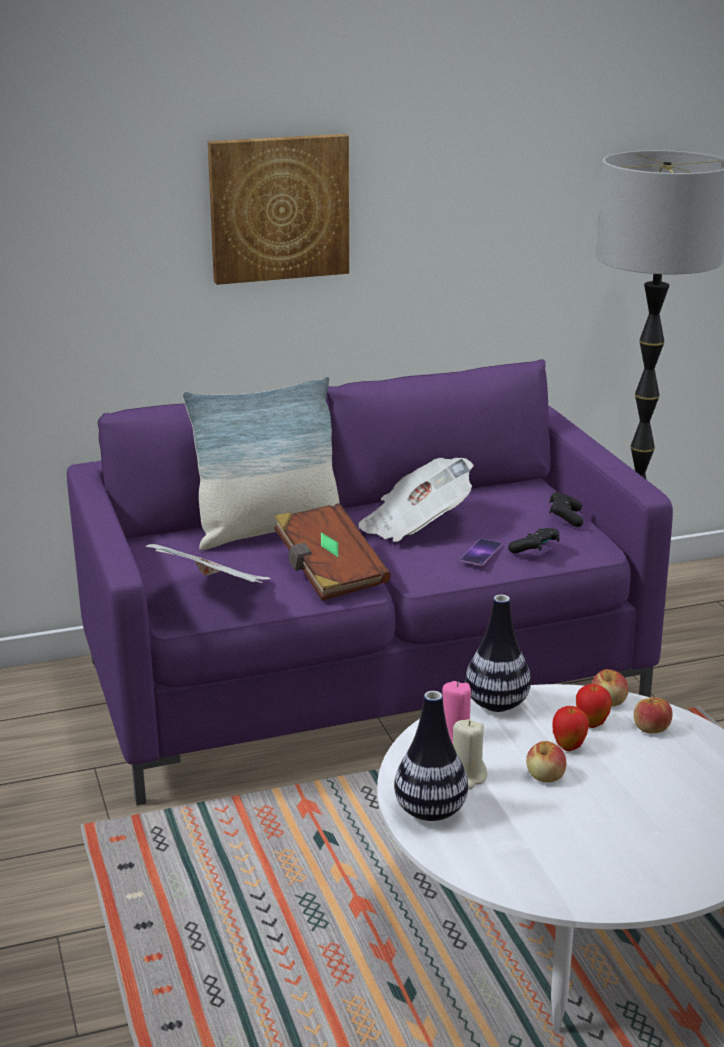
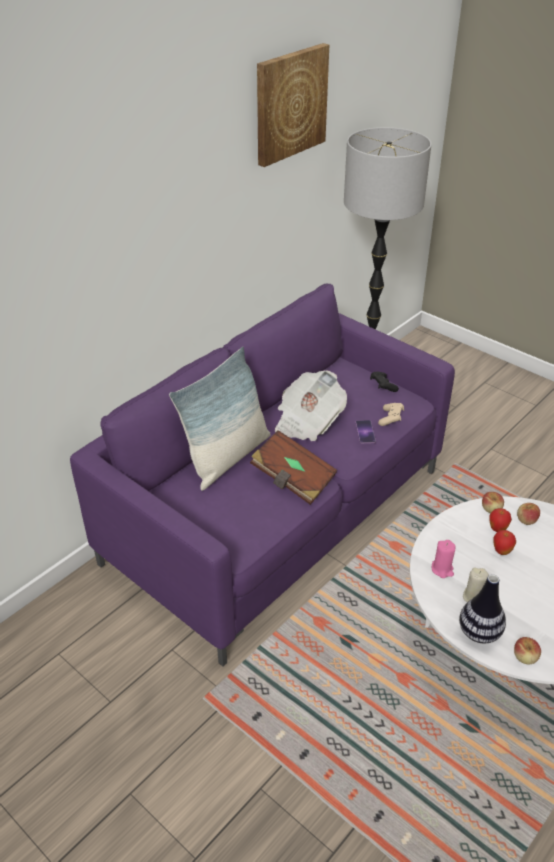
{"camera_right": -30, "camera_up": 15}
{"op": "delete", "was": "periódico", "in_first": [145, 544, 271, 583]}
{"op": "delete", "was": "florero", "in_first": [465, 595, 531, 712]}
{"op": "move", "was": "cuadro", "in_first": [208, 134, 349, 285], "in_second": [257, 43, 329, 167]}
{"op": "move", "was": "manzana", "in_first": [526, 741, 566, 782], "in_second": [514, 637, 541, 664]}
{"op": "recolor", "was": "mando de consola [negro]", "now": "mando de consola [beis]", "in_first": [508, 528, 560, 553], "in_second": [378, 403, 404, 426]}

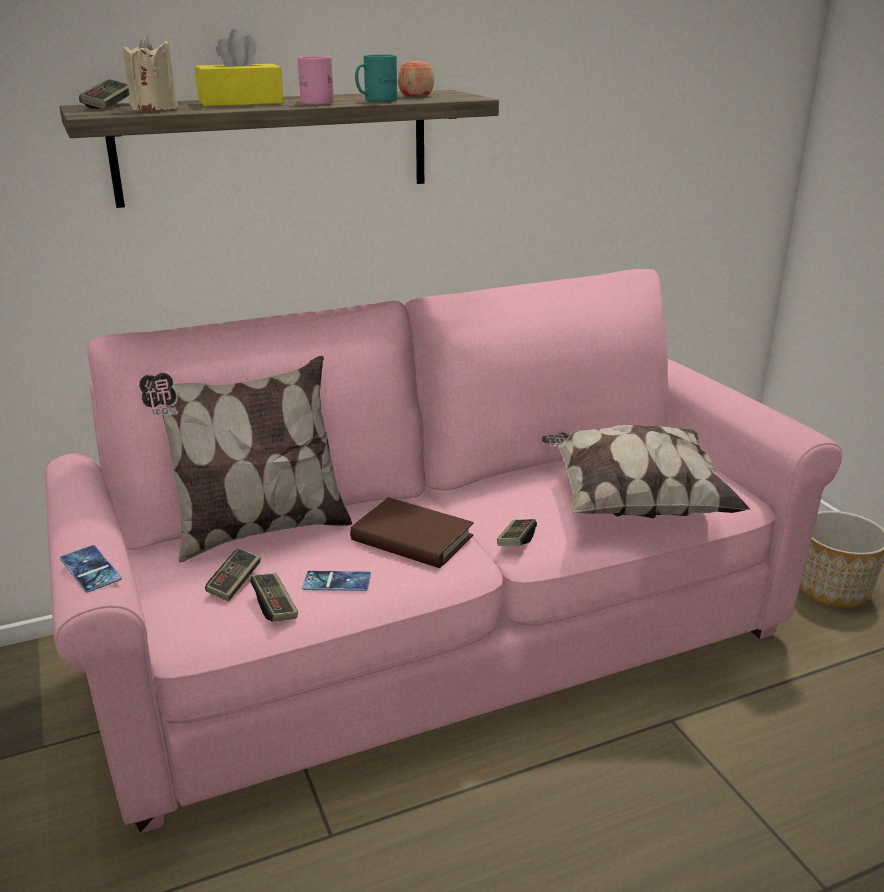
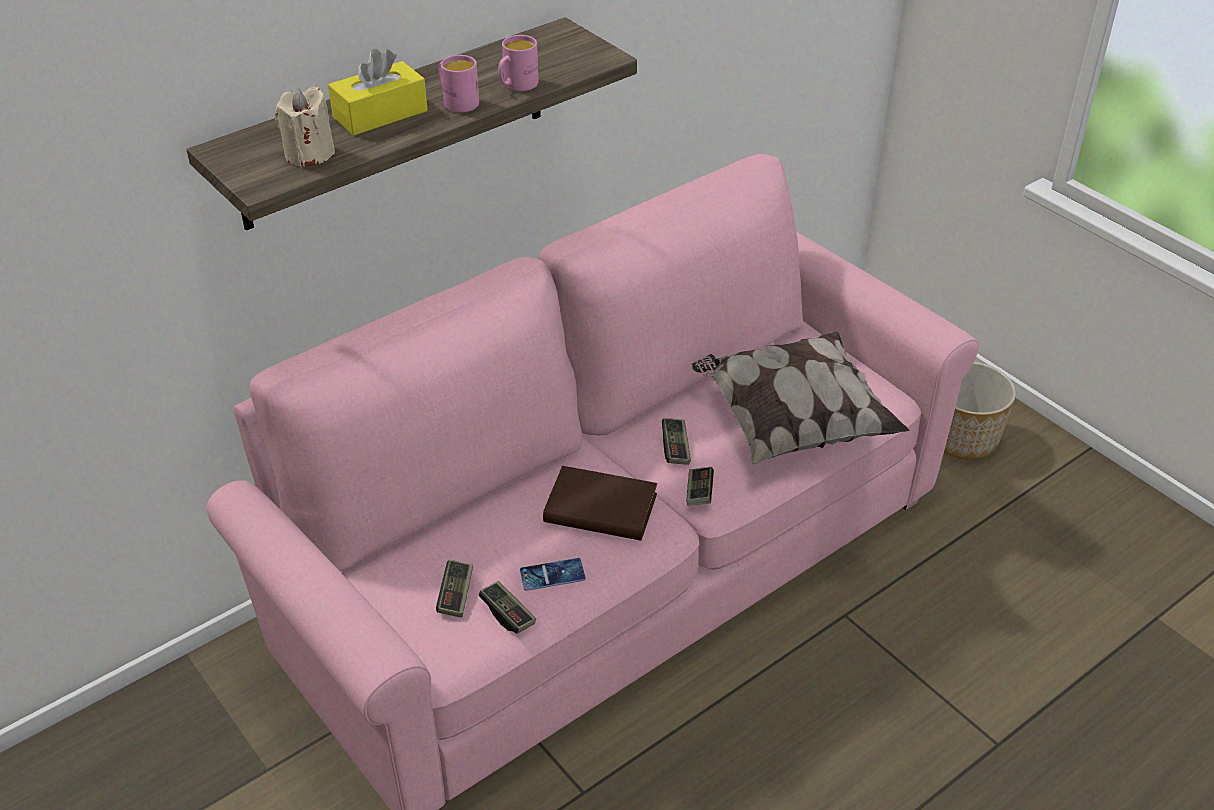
{"camera_right": -15, "camera_up": 15}
{"op": "delete", "was": "móvil", "in_first": [60, 545, 122, 592]}
{"op": "delete", "was": "cojín", "in_first": [139, 356, 352, 563]}
{"op": "delete", "was": "manzana", "in_first": [398, 61, 434, 97]}
{"op": "move", "was": "mando de consola", "in_first": [79, 79, 129, 109], "in_second": [662, 418, 691, 465]}
{"op": "recolor", "was": "taza grande [turquesa]", "now": "taza grande [rosa]", "in_first": [355, 54, 397, 102], "in_second": [498, 35, 539, 91]}

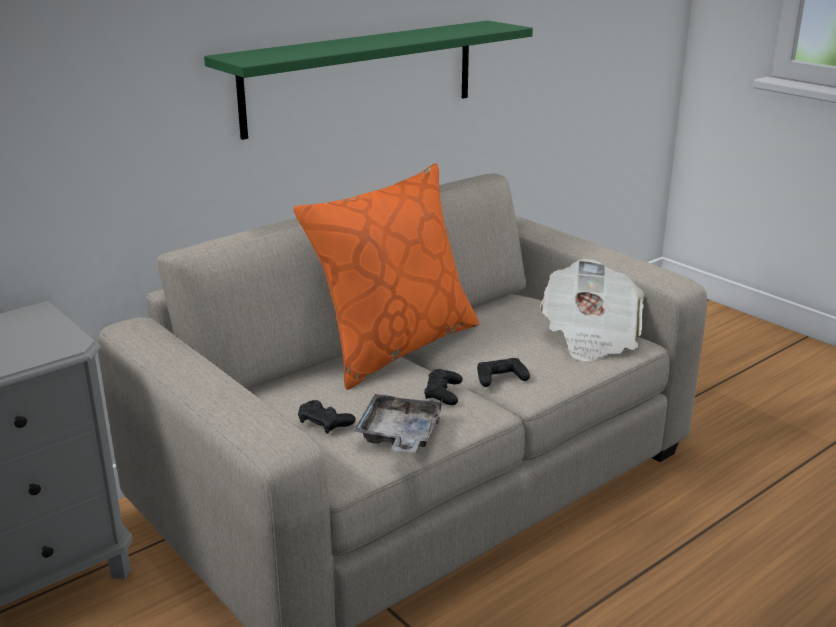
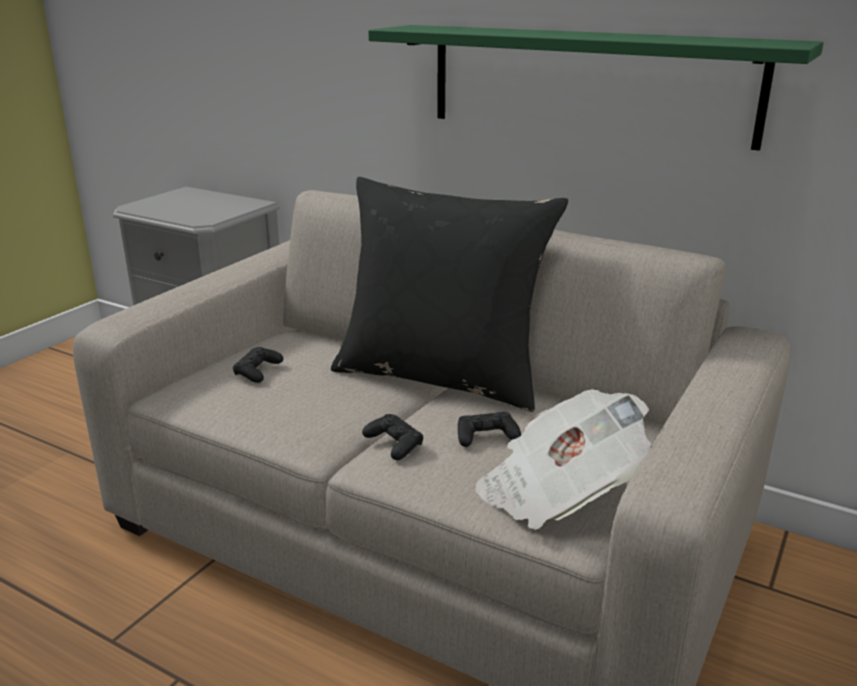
{"camera_right": 70, "camera_up": 0}
{"op": "delete", "was": "bandeja [gris]", "in_first": [354, 394, 444, 453]}
{"op": "move", "was": "mando de consola [negro]", "in_first": [424, 369, 463, 405], "in_second": [458, 412, 521, 447]}
{"op": "recolor", "was": "cojín [naranja]", "now": "cojín [negro]", "in_first": [293, 163, 479, 390], "in_second": [331, 177, 568, 412]}

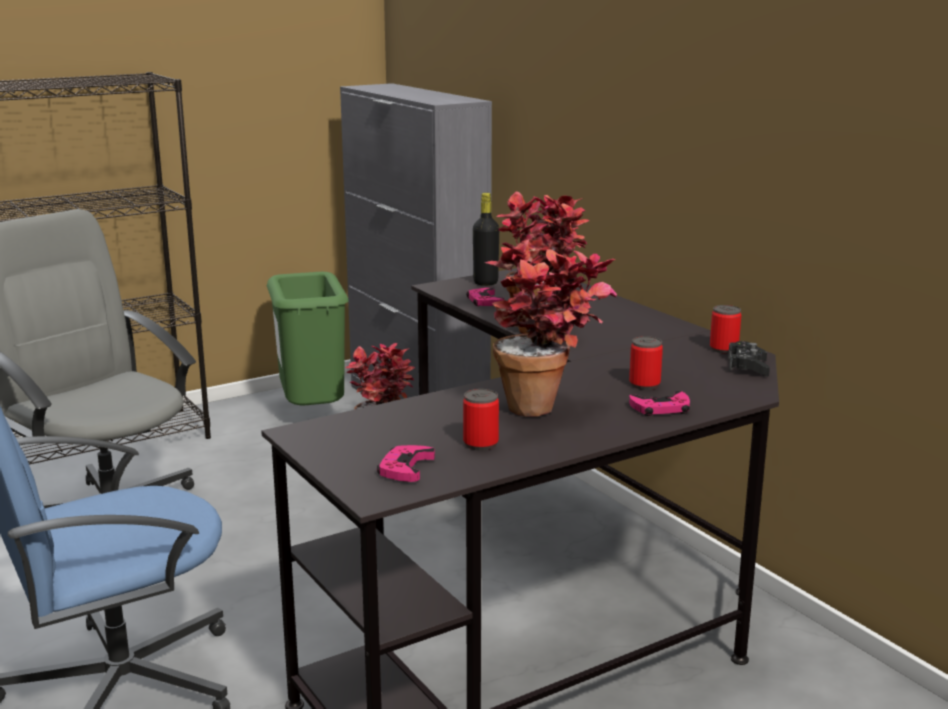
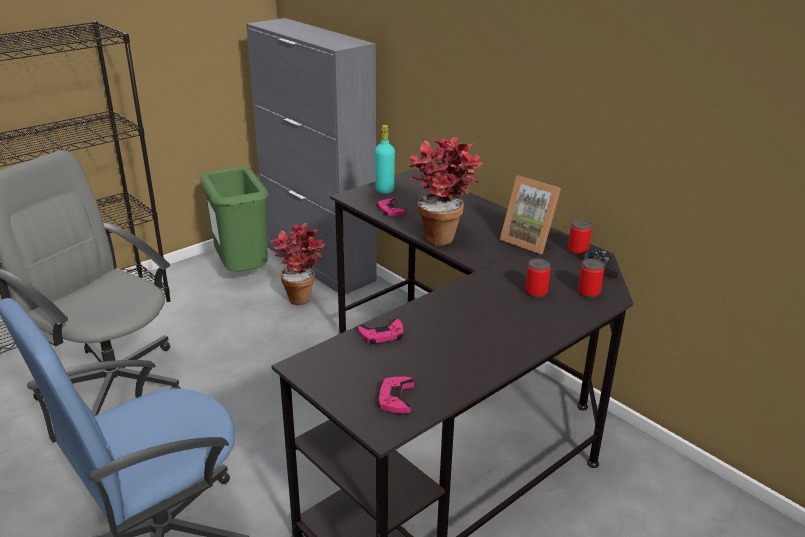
{"camera_right": -10, "camera_up": 10}
{"op": "delete", "was": "planta en maceta", "in_first": [485, 239, 617, 417]}
{"op": "insert", "now": "portarretratos", "in_second": [500, 176, 561, 254]}
{"op": "move", "was": "lata", "in_first": [463, 389, 499, 450], "in_second": [578, 259, 605, 298]}
{"op": "move", "was": "mando de consola [rosa]", "in_first": [629, 391, 690, 416], "in_second": [358, 318, 403, 345]}
{"op": "recolor", "was": "botella [negro]", "now": "botella [turquesa]", "in_first": [473, 193, 499, 286], "in_second": [375, 125, 395, 194]}

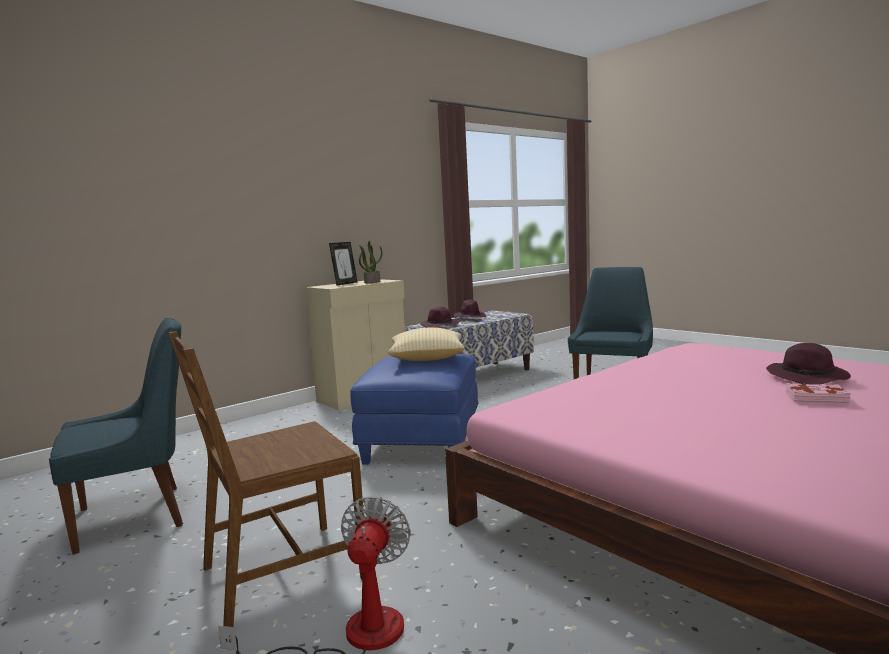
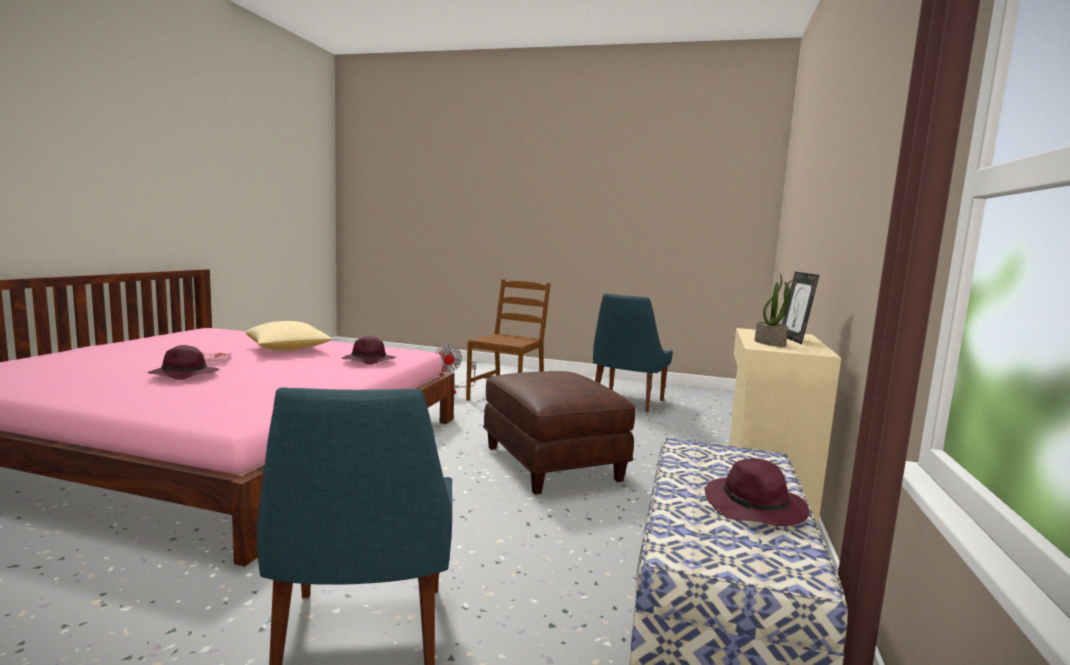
{"camera_right": 145, "camera_up": 0}
{"op": "move", "was": "cojín", "in_first": [388, 328, 465, 361], "in_second": [246, 321, 332, 351]}
{"op": "move", "was": "sombrero [morado]", "in_first": [420, 307, 459, 328], "in_second": [342, 336, 396, 365]}
{"op": "recolor", "was": "puf [azul]", "now": "puf [marrón]", "in_first": [350, 354, 478, 465], "in_second": [483, 371, 636, 495]}

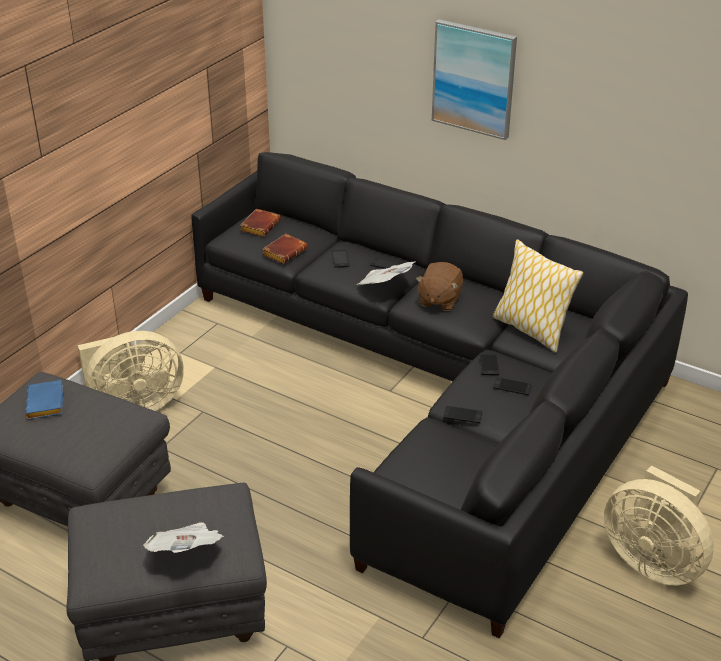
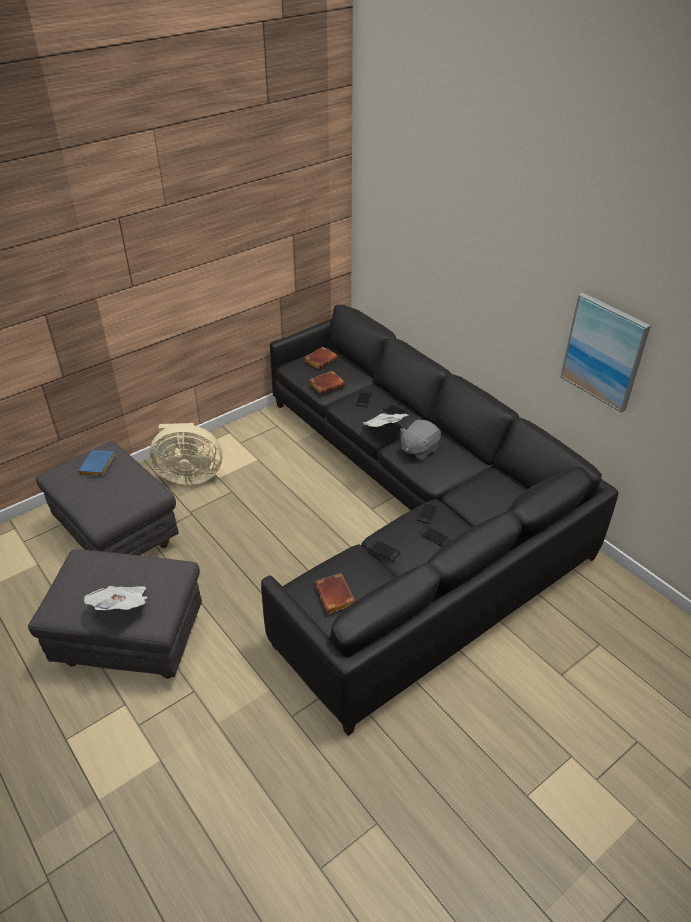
{"camera_right": 20, "camera_up": 5}
{"op": "delete", "was": "cojín", "in_first": [493, 240, 583, 352]}
{"op": "delete", "was": "ventilador [beis]", "in_first": [604, 466, 714, 585]}
{"op": "insert", "now": "libro [marrón]", "in_second": [314, 573, 355, 614]}
{"op": "move", "was": "cuadro", "in_first": [432, 19, 517, 140], "in_second": [561, 293, 651, 413]}
{"op": "recolor", "was": "peluche [marrón]", "now": "peluche [gris]", "in_first": [416, 262, 463, 311], "in_second": [400, 420, 441, 461]}

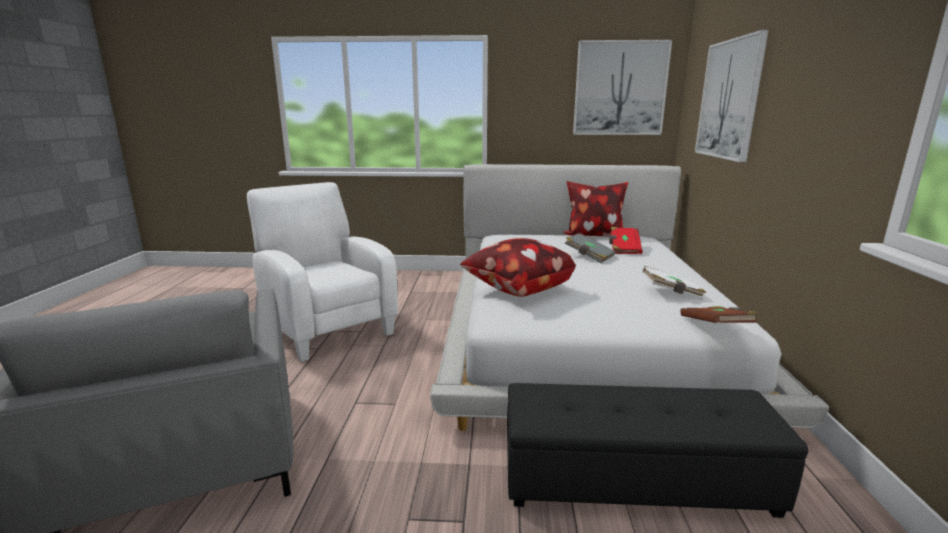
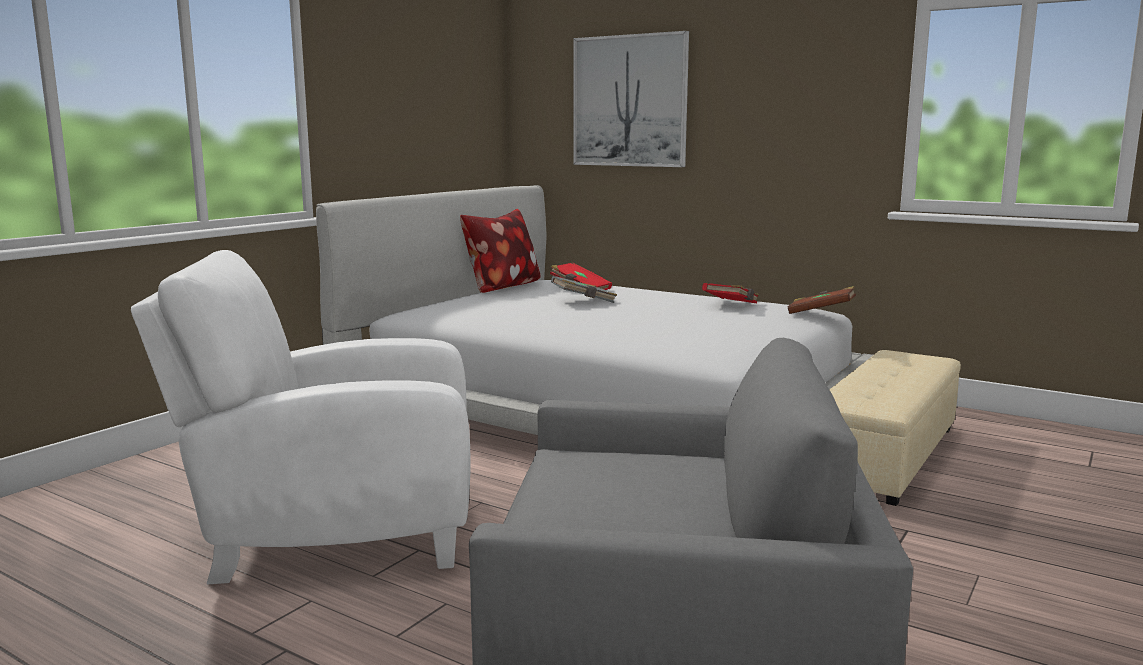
{"camera_right": -60, "camera_up": -5}
{"op": "delete", "was": "cojín", "in_first": [460, 238, 576, 297]}
{"op": "delete", "was": "cuadro", "in_first": [573, 40, 672, 135]}
{"op": "recolor", "was": "puf [negro]", "now": "puf [beis]", "in_first": [507, 383, 809, 518], "in_second": [829, 350, 961, 506]}
{"op": "recolor", "was": "libro [blanco]", "now": "libro [rojo]", "in_first": [641, 266, 706, 299], "in_second": [702, 283, 759, 303]}

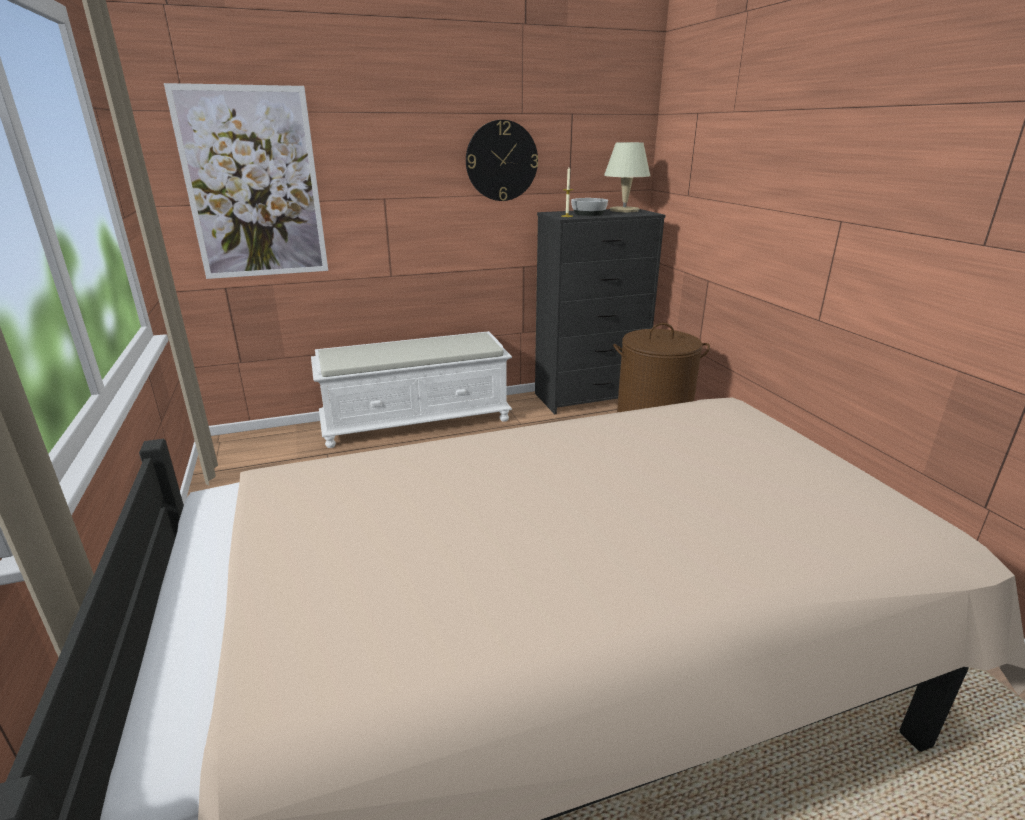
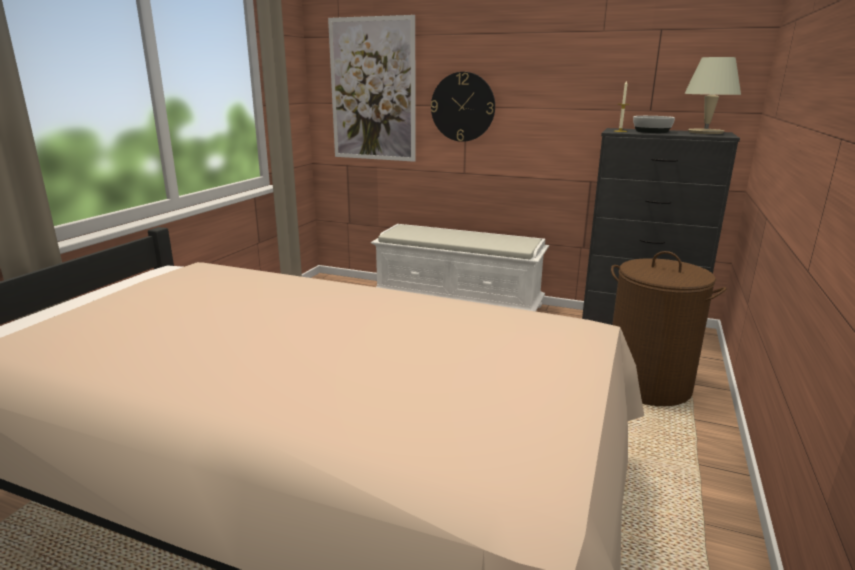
{"camera_right": 40, "camera_up": -5}
{"op": "move", "was": "reloj de pared", "in_first": [466, 120, 538, 201], "in_second": [431, 72, 495, 142]}

